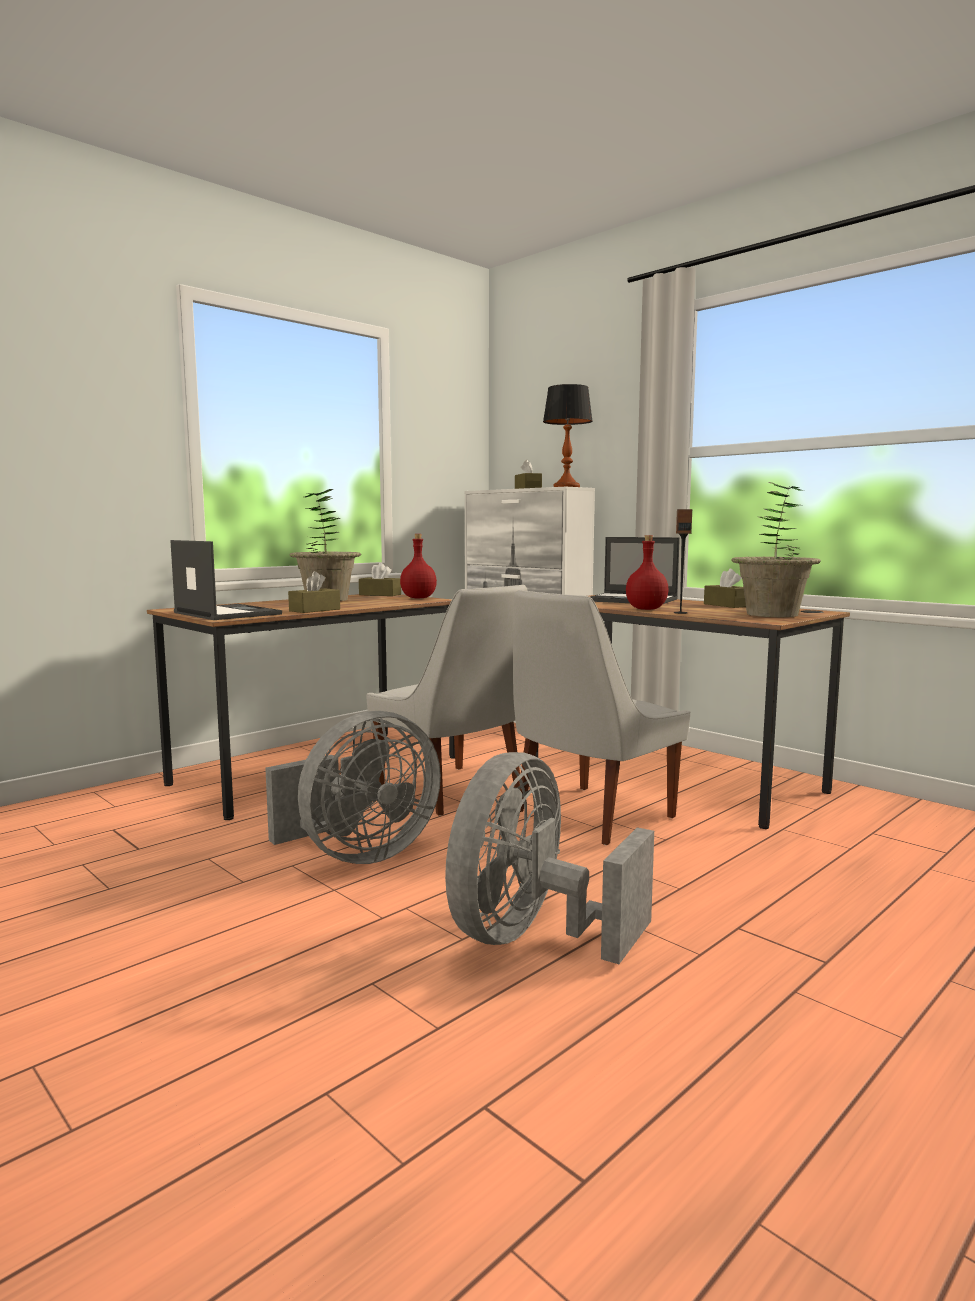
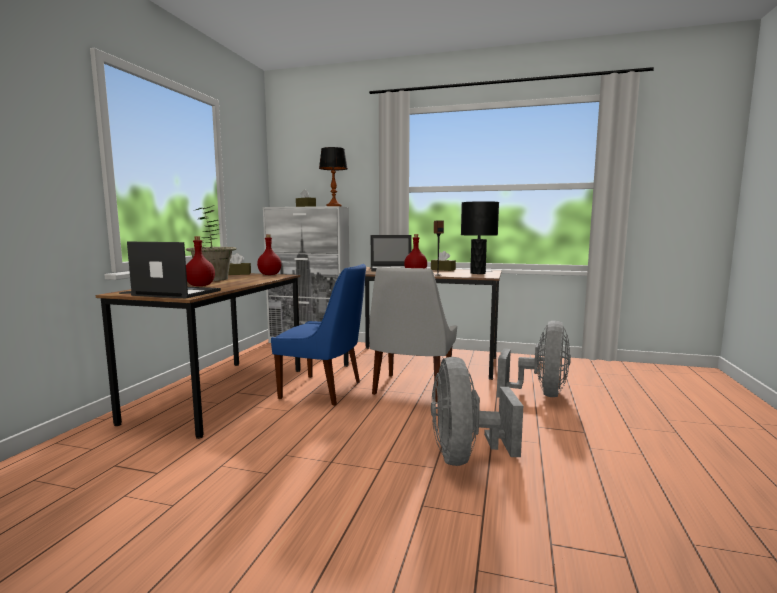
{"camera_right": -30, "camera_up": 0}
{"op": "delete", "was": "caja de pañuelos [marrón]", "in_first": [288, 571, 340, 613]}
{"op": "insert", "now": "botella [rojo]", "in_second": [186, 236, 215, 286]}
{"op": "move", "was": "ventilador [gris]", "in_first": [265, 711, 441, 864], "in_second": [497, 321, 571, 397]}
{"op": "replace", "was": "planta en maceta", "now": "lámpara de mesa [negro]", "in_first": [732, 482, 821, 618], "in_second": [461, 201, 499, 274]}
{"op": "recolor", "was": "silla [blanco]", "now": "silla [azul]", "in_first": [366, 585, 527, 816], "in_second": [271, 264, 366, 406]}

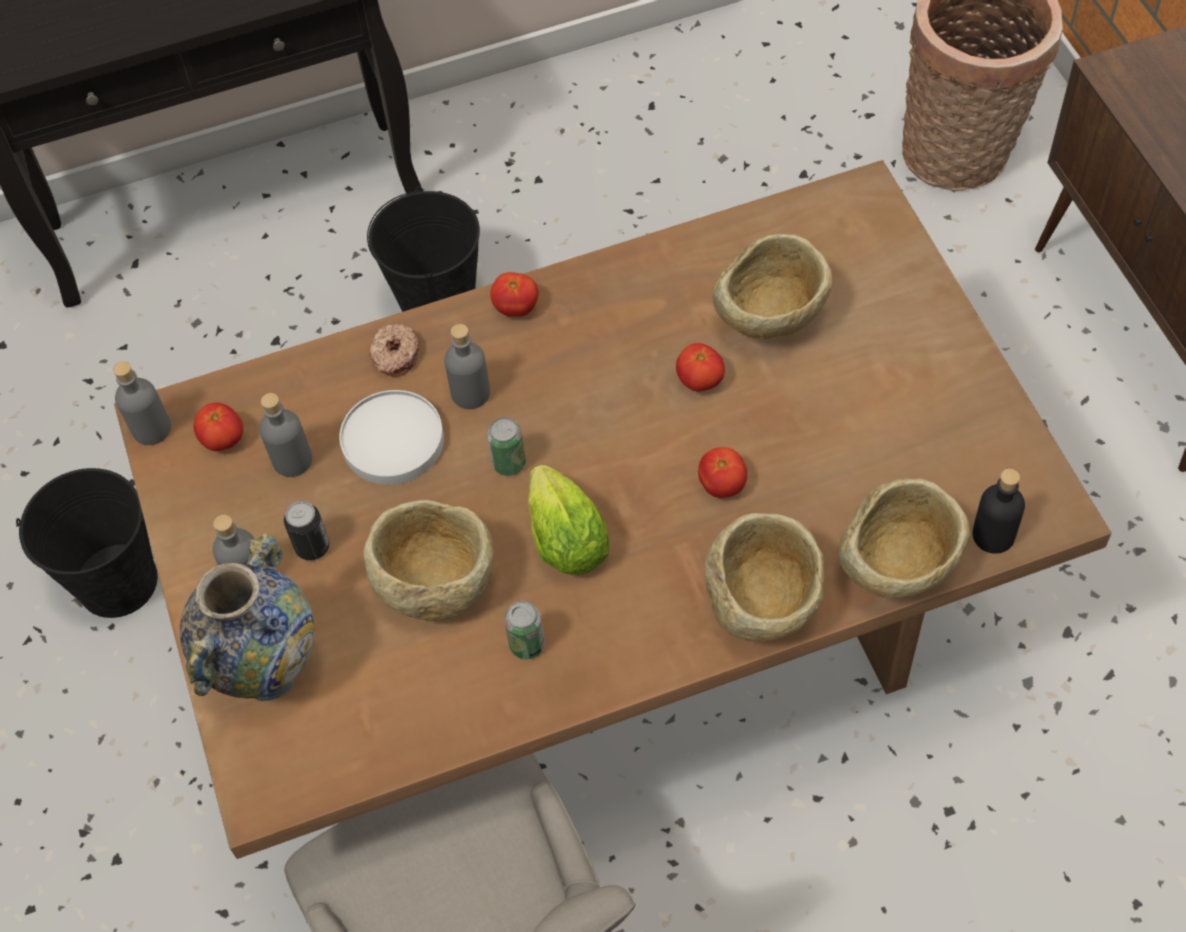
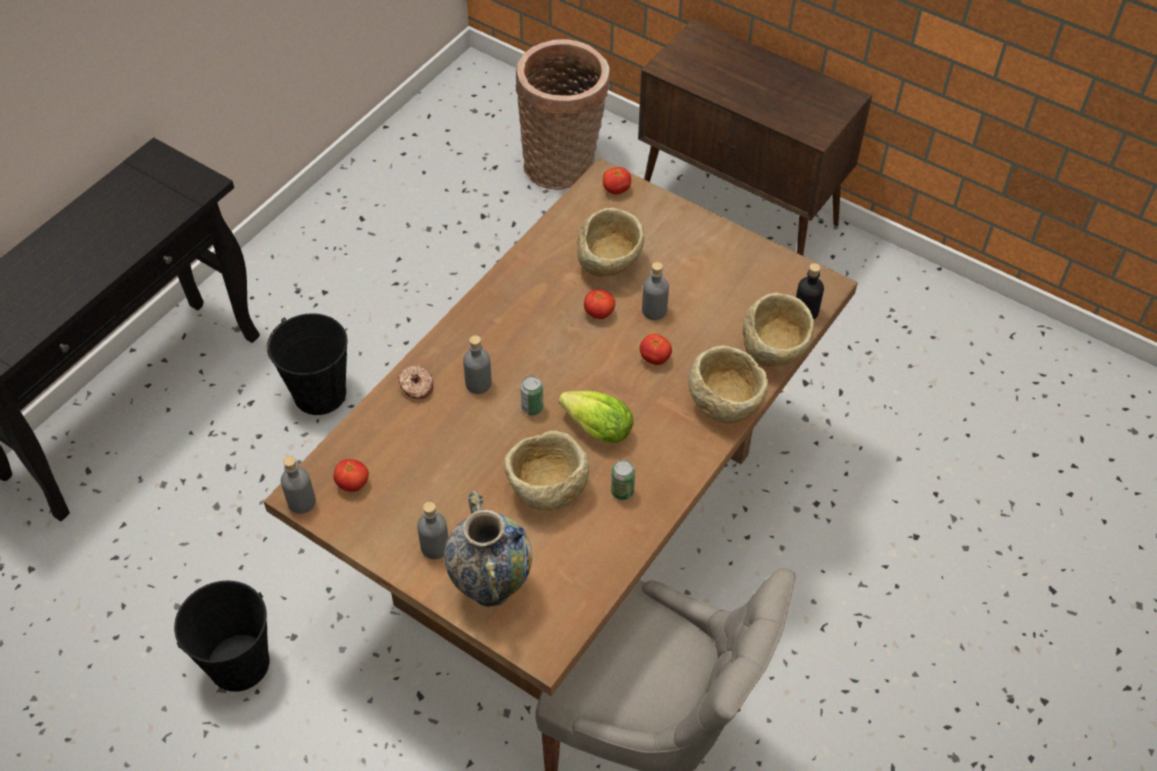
{"camera_right": -40, "camera_up": -5}
{"op": "delete", "was": "lata", "in_first": [284, 501, 330, 561]}
{"op": "delete", "was": "plato [blanco]", "in_first": [339, 390, 444, 485]}
{"op": "move", "was": "botella [gris]", "in_first": [259, 393, 312, 477], "in_second": [642, 262, 669, 320]}
{"op": "move", "was": "tomate", "in_first": [491, 272, 539, 317], "in_second": [603, 167, 631, 195]}

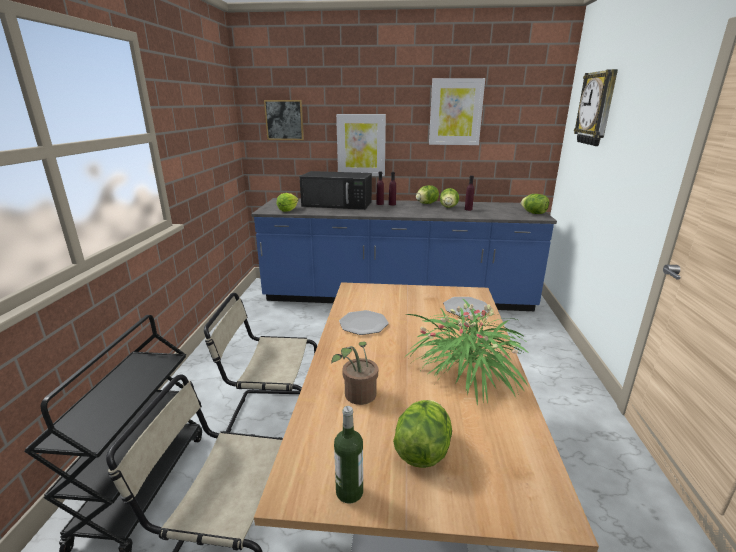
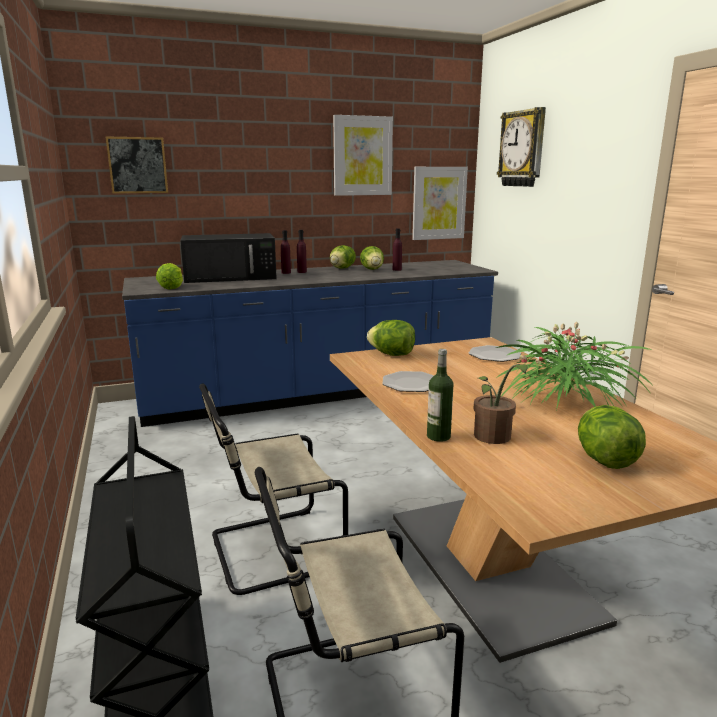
{"camera_right": -25, "camera_up": -5}
{"op": "move", "was": "botella", "in_first": [334, 406, 363, 503], "in_second": [427, 349, 454, 442]}
{"op": "move", "was": "cuadro", "in_first": [336, 114, 386, 176], "in_second": [412, 167, 468, 240]}
{"op": "move", "was": "lechuga", "in_first": [521, 194, 549, 214], "in_second": [367, 320, 415, 356]}

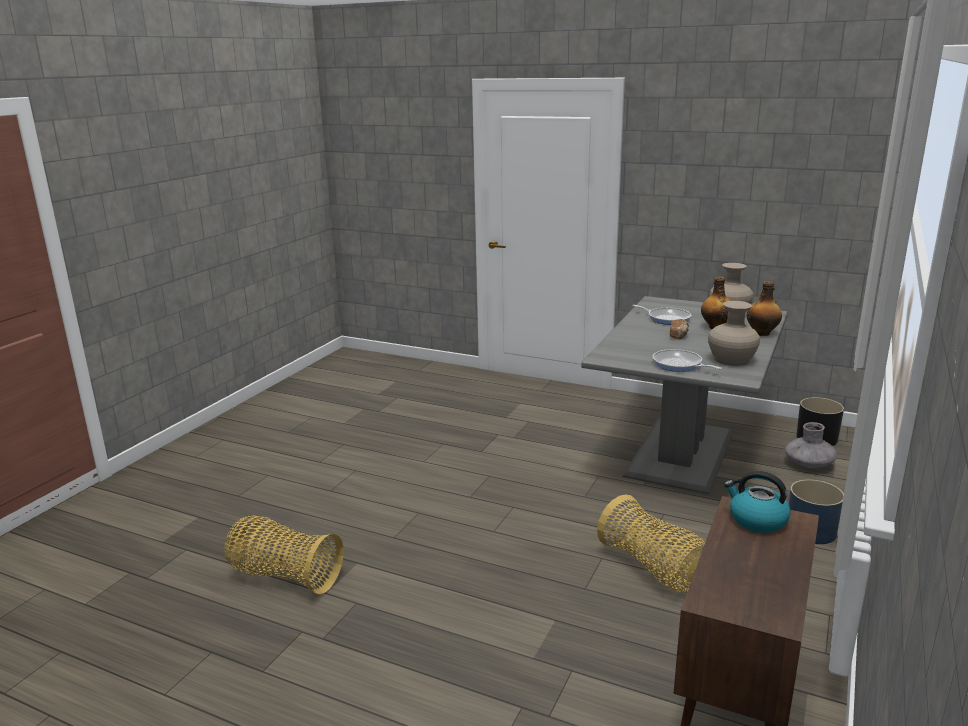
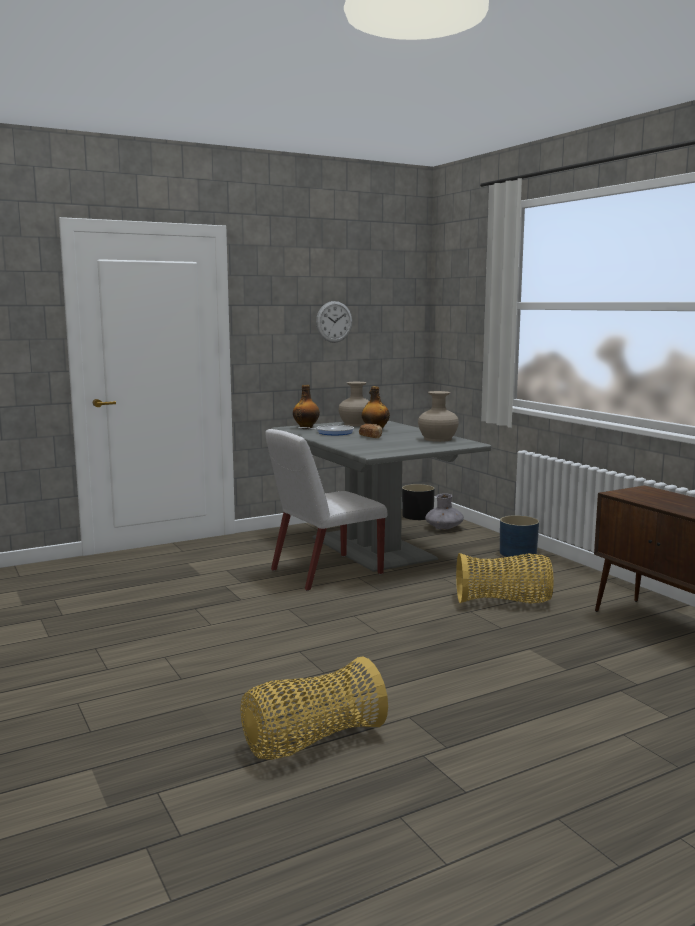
{"camera_right": -55, "camera_up": -10}
{"op": "delete", "was": "sartén", "in_first": [652, 349, 722, 372]}
{"op": "delete", "was": "hervidor", "in_first": [724, 471, 790, 533]}
{"op": "insert", "now": "silla [blanco]", "in_second": [265, 429, 387, 591]}
{"op": "insert", "now": "reloj de pared", "in_second": [316, 301, 352, 343]}
{"op": "move", "was": "botella", "in_first": [747, 281, 782, 336], "in_second": [293, 385, 320, 429]}

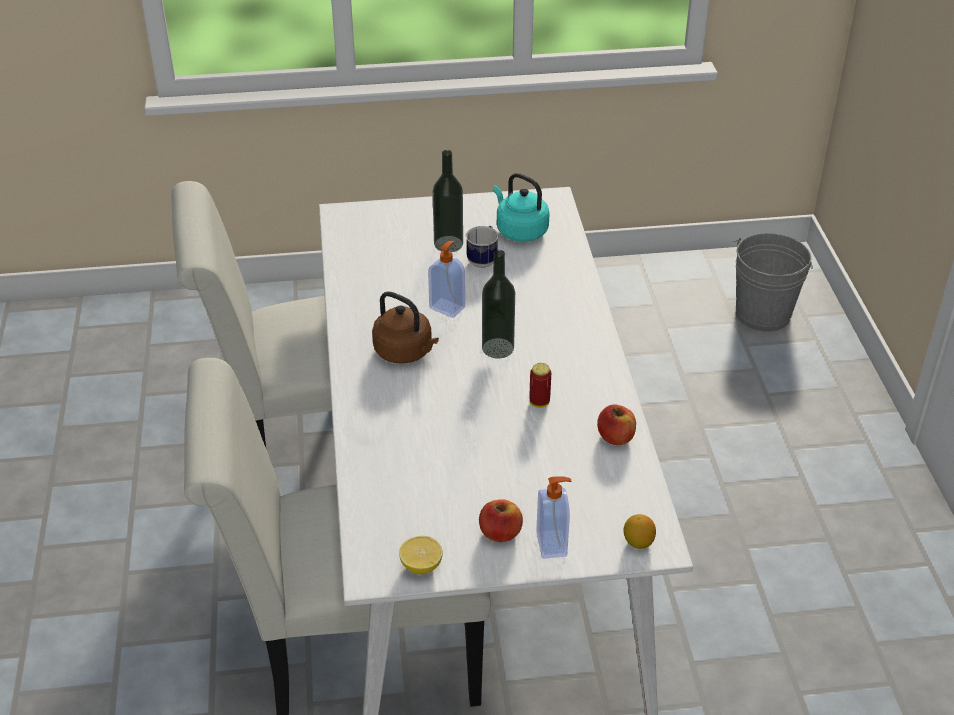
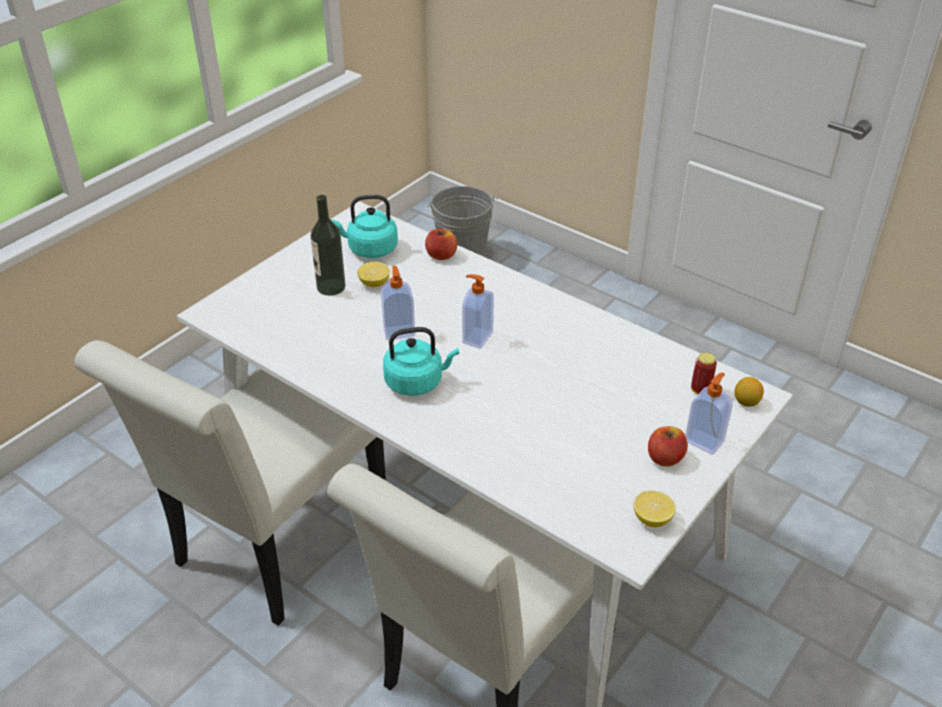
{"camera_right": -45, "camera_up": 0}
{"op": "move", "was": "lata", "in_first": [530, 363, 551, 408], "in_second": [691, 352, 717, 395]}
{"op": "move", "was": "manzana", "in_first": [597, 404, 636, 445], "in_second": [425, 229, 458, 260]}
{"op": "replace", "was": "taza grande", "now": "limón", "in_first": [466, 226, 499, 268], "in_second": [357, 262, 390, 287]}
{"op": "replace", "was": "botella", "now": "dispensador de jabón", "in_first": [482, 250, 515, 358], "in_second": [462, 274, 494, 349]}
{"op": "recolor", "was": "hervidor [marrón]", "now": "hervidor [turquesa]", "in_first": [372, 291, 439, 364], "in_second": [383, 327, 459, 396]}

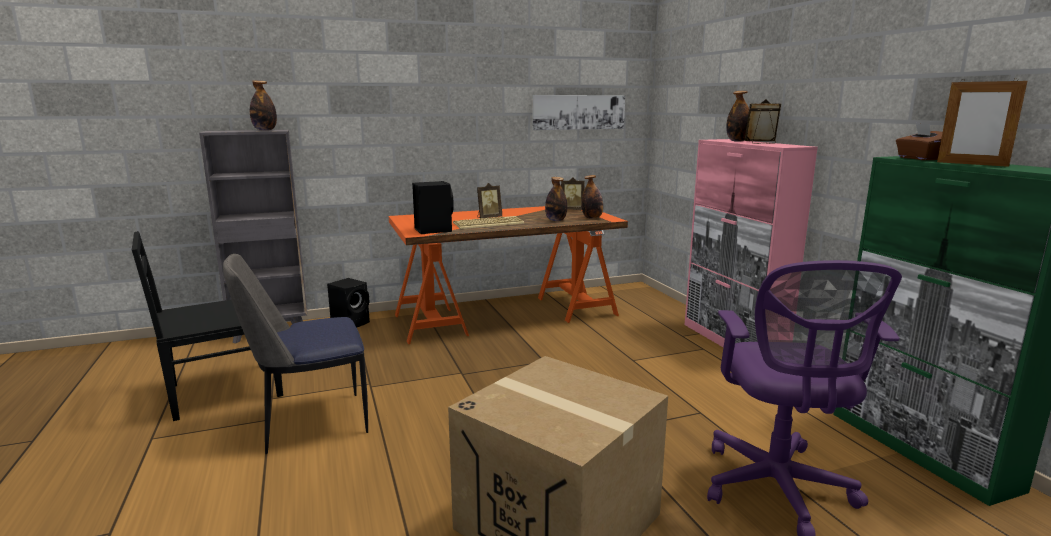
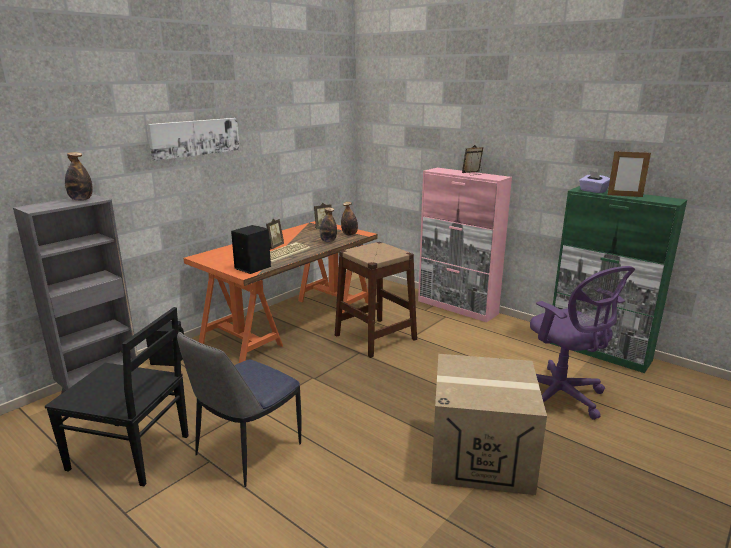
{"camera_right": -30, "camera_up": 5}
{"op": "delete", "was": "botella", "in_first": [726, 91, 749, 142]}
{"op": "insert", "now": "taburete [marrón]", "in_second": [335, 242, 417, 358]}
{"op": "move", "was": "cuadro", "in_first": [533, 95, 625, 130], "in_second": [147, 118, 240, 161]}
{"op": "recolor", "was": "caja de pañuelos [marrón]", "now": "caja de pañuelos [morado]", "in_first": [896, 123, 943, 160], "in_second": [579, 171, 610, 193]}
{"op": "rotate", "was": "silla [negro]", "in_first": [132, 231, 283, 421], "in_second": [45, 307, 189, 486], "clockwise": -105}

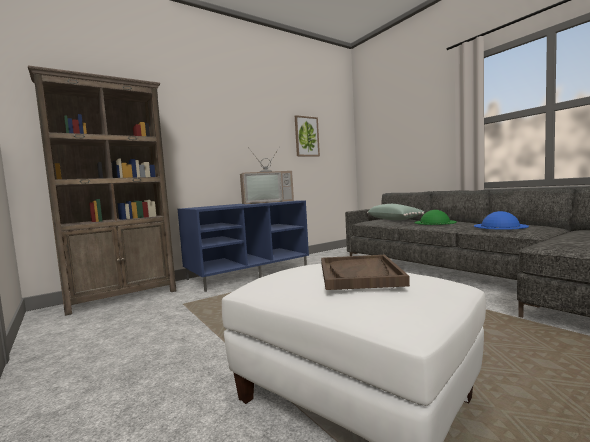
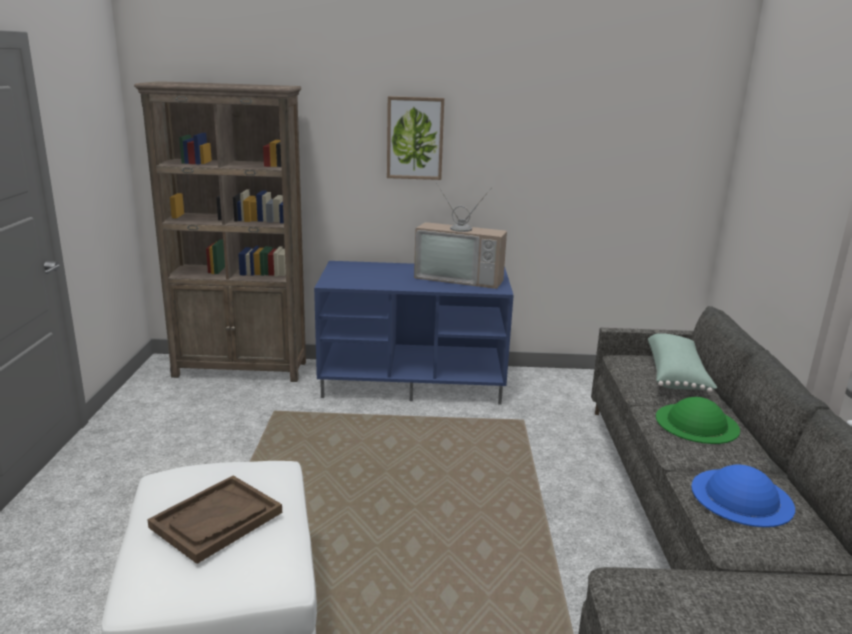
{"camera_right": 35, "camera_up": 15}
{"op": "move", "was": "cuadro", "in_first": [295, 115, 320, 157], "in_second": [387, 96, 444, 180]}

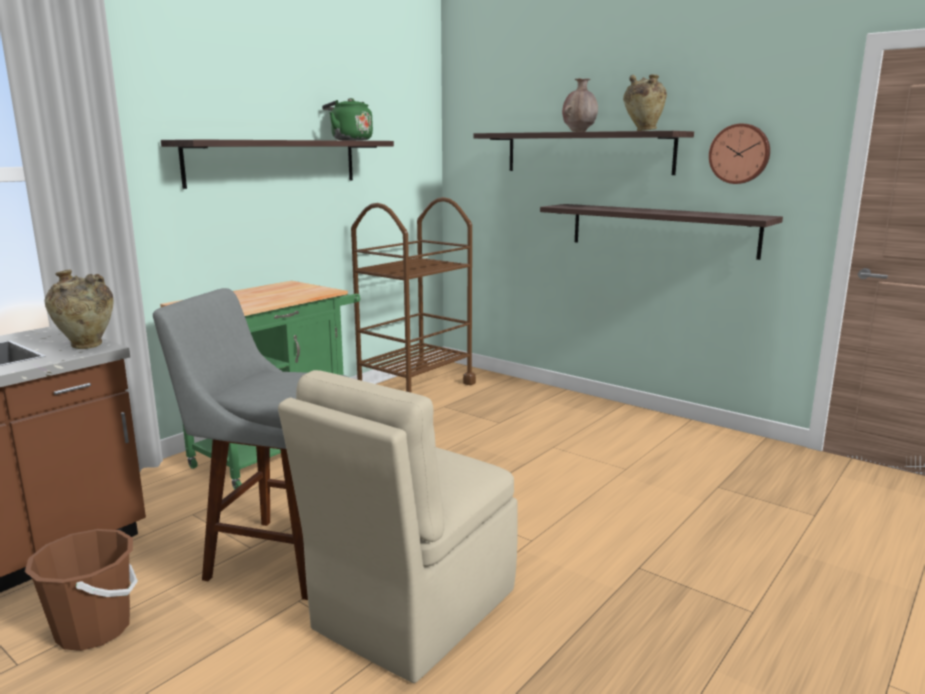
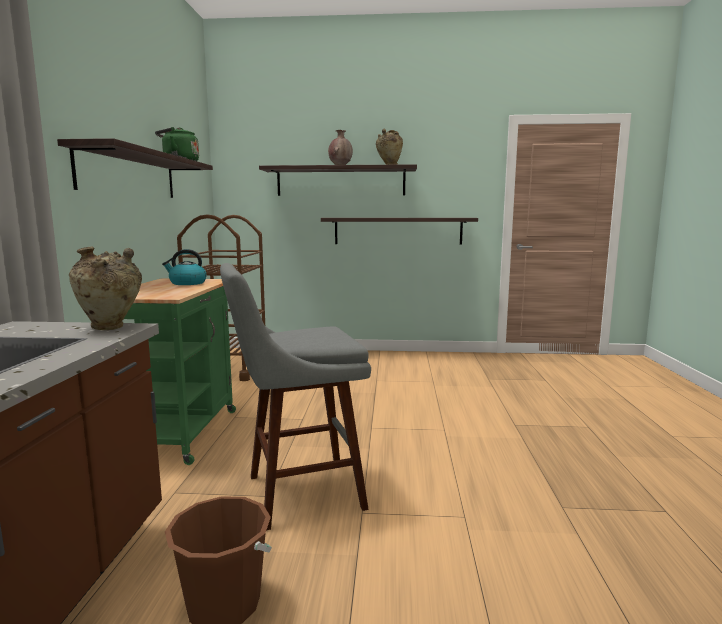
{"camera_right": -35, "camera_up": -5}
{"op": "delete", "was": "silla [beis]", "in_first": [278, 370, 518, 683]}
{"op": "delete", "was": "reloj de pared", "in_first": [709, 124, 770, 184]}
{"op": "insert", "now": "hervidor", "in_second": [162, 249, 207, 285]}

